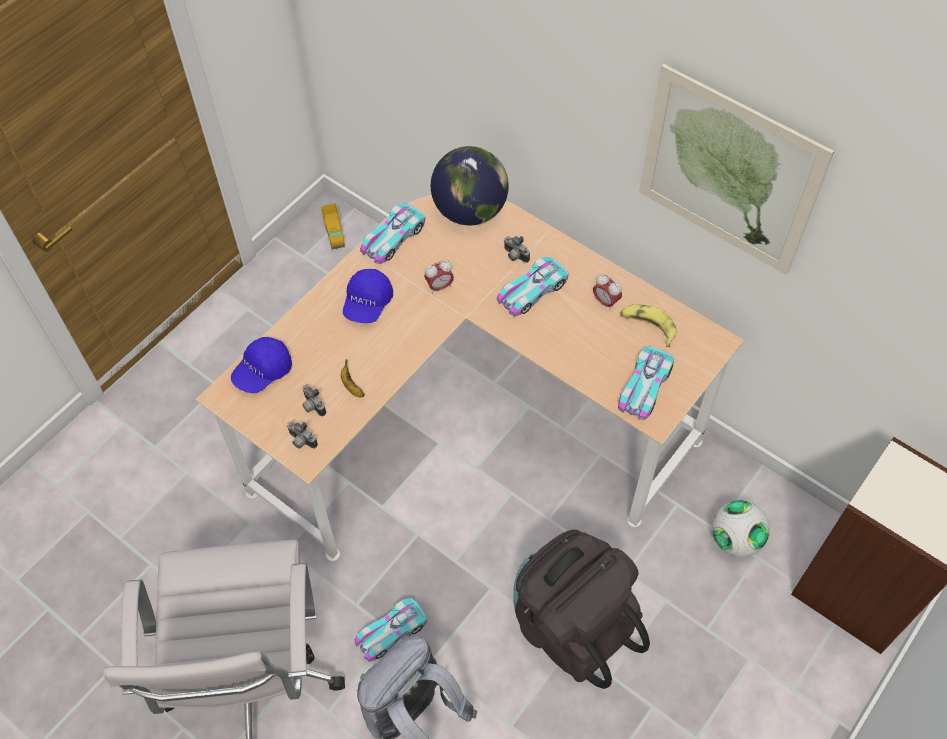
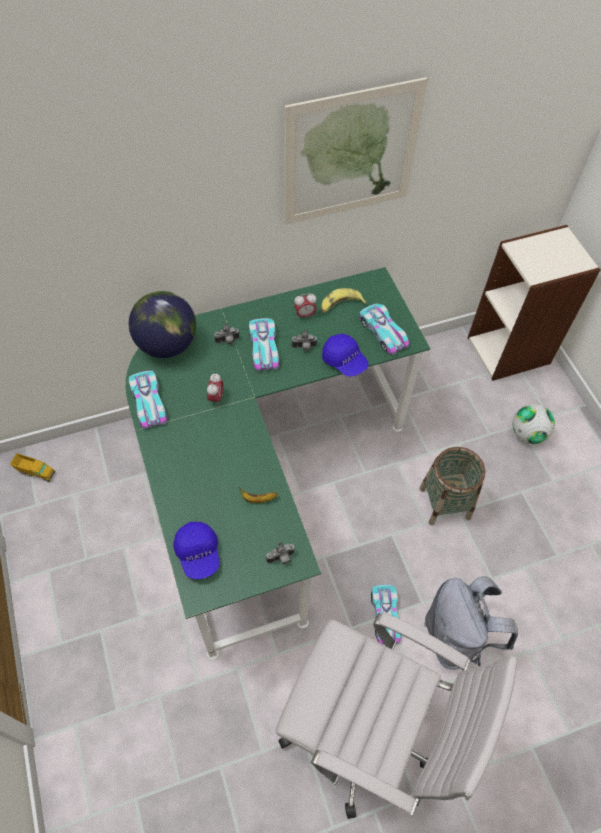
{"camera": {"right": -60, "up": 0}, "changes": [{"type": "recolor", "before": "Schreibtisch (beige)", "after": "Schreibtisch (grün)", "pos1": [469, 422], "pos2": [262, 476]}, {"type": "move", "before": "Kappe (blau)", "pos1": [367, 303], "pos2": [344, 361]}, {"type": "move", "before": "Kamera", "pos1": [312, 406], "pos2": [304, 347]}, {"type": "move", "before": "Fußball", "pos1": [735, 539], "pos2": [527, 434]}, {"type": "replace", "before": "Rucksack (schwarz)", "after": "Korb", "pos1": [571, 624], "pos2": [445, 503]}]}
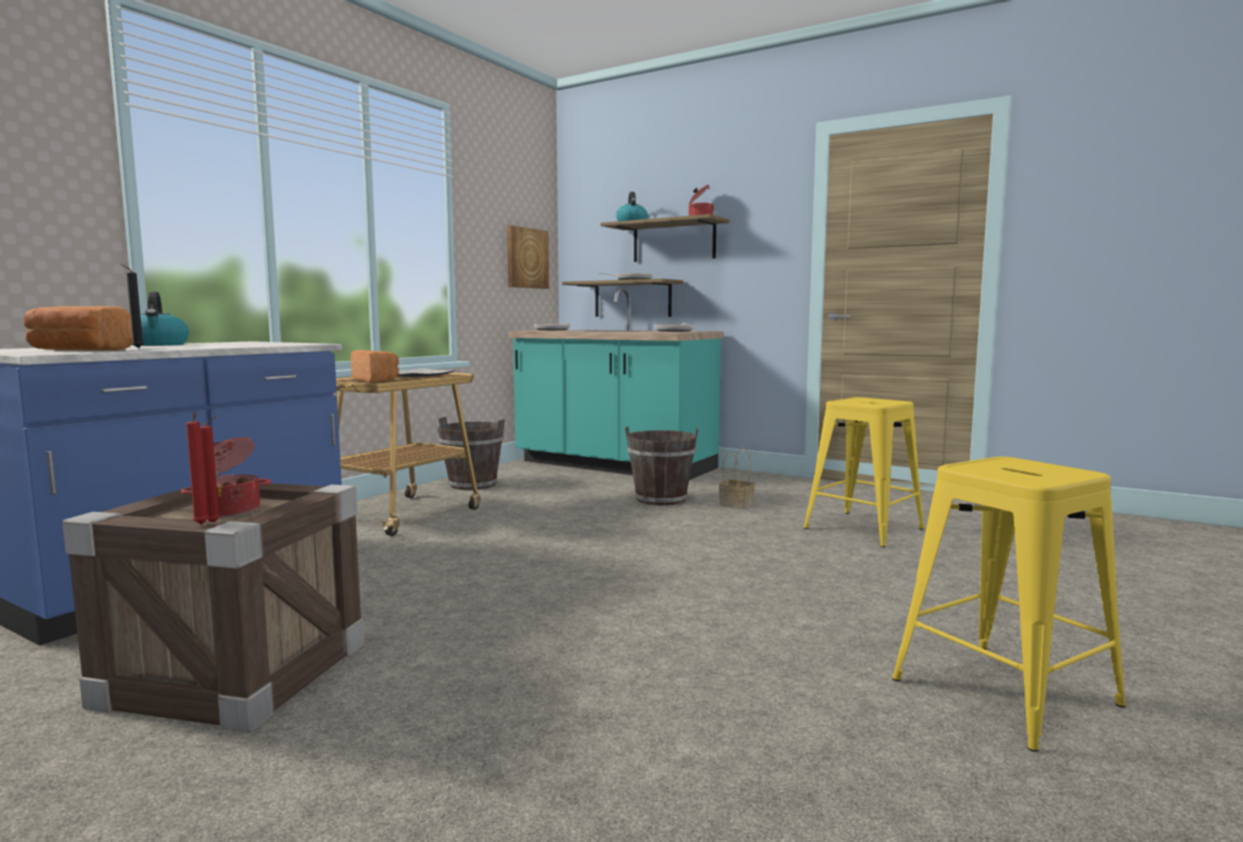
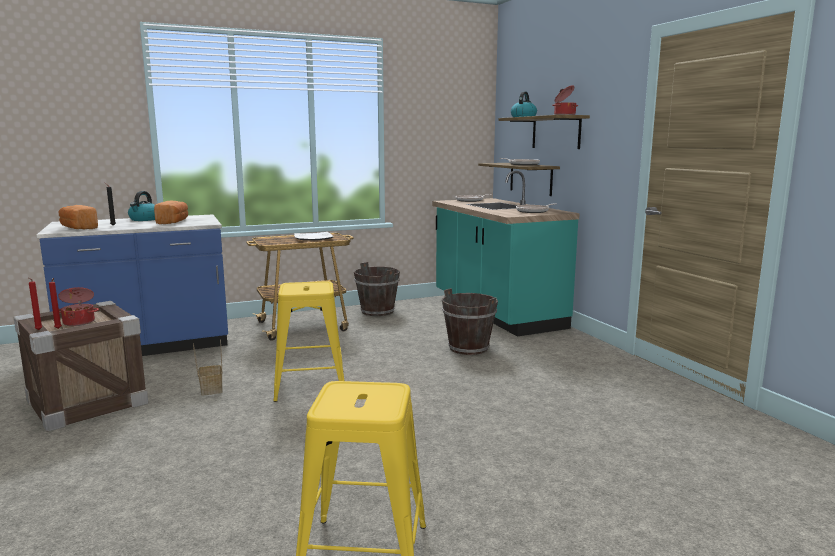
{"camera": {"right": 35, "up": 5}, "changes": [{"type": "delete", "before": "Bild", "pos1": [526, 258]}, {"type": "move", "before": "Brot", "pos1": [376, 380], "pos2": [173, 222]}, {"type": "move", "before": "Hocker (gelb)", "pos1": [862, 529], "pos2": [310, 385]}, {"type": "move", "before": "Korb", "pos1": [735, 504], "pos2": [210, 389]}]}
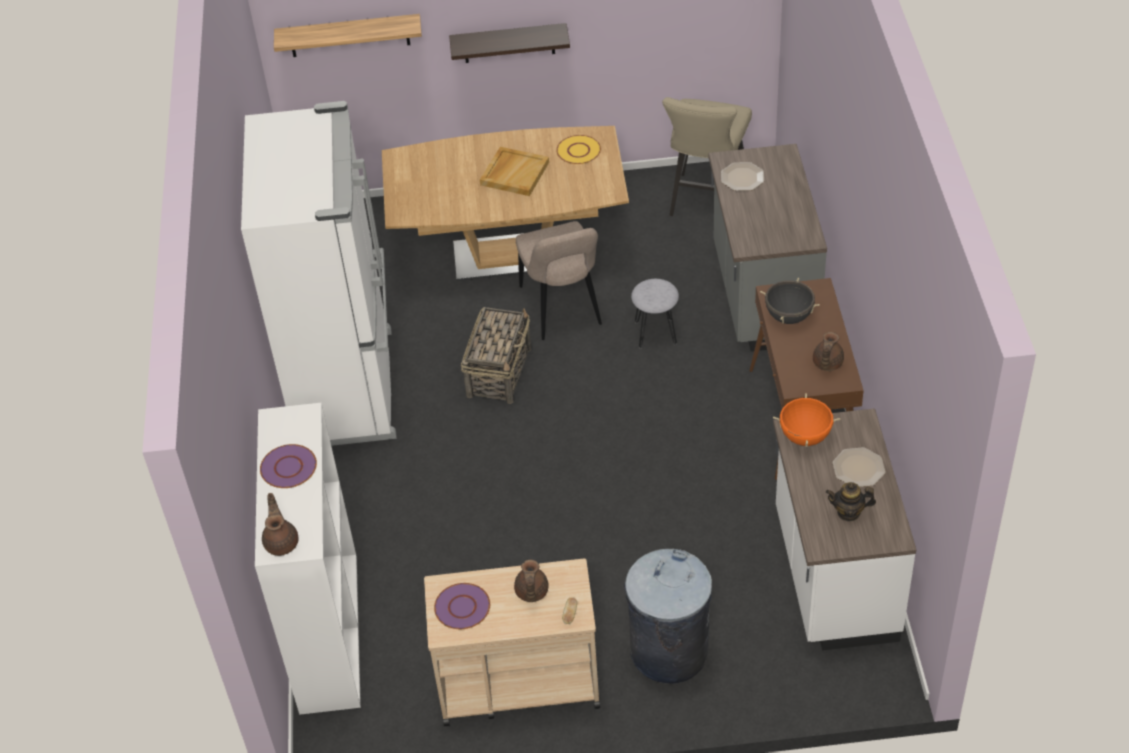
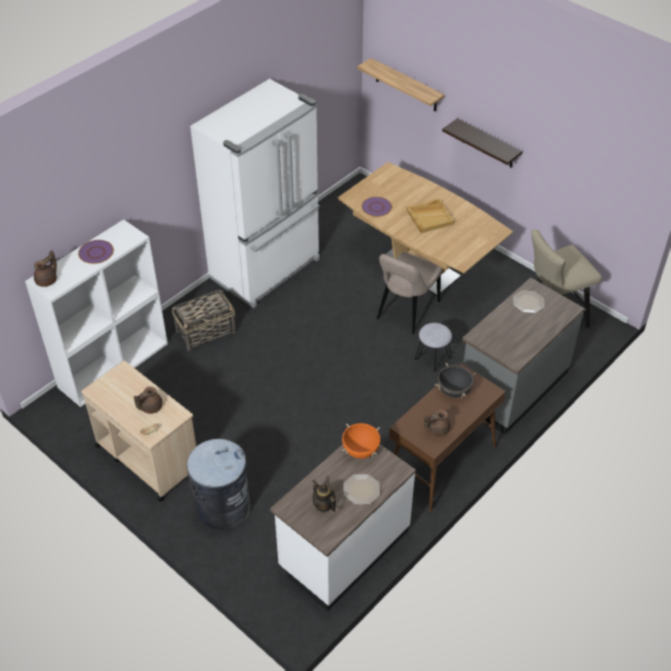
{"camera": {"right": 45, "up": 0}, "changes": [{"type": "delete", "before": "Teller (gelb)", "pos1": [579, 150]}, {"type": "move", "before": "Korb", "pos1": [499, 371], "pos2": [206, 331]}, {"type": "move", "before": "Teller (lila)", "pos1": [462, 607], "pos2": [376, 207]}]}
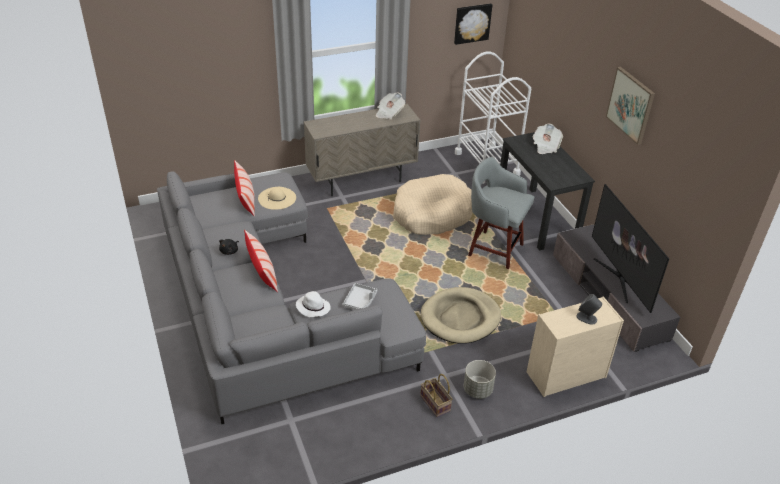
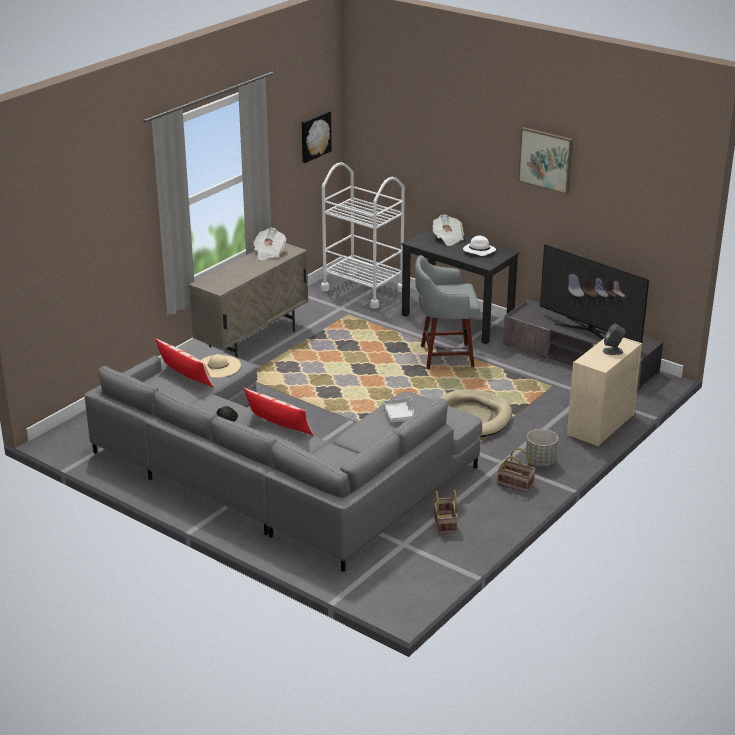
{"camera": {"right": -30, "up": -10}, "changes": [{"type": "delete", "before": "Hundebett (beige)", "pos1": [432, 214]}, {"type": "move", "before": "Hut (weiß)", "pos1": [312, 307], "pos2": [478, 251]}, {"type": "insert", "after": "Korb", "pos2": [444, 524]}]}
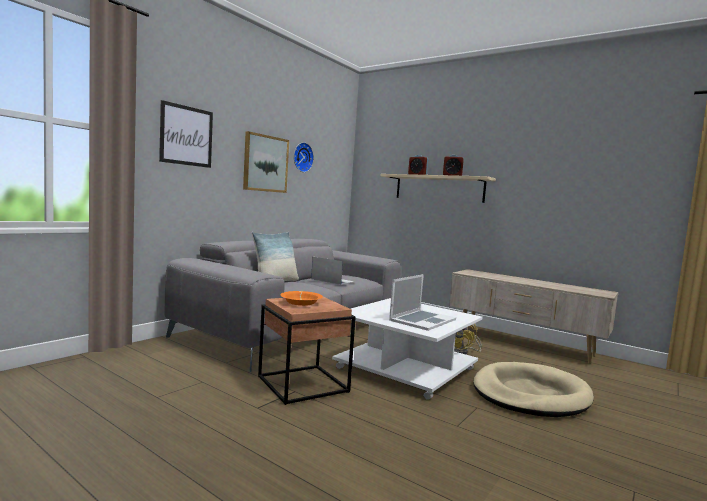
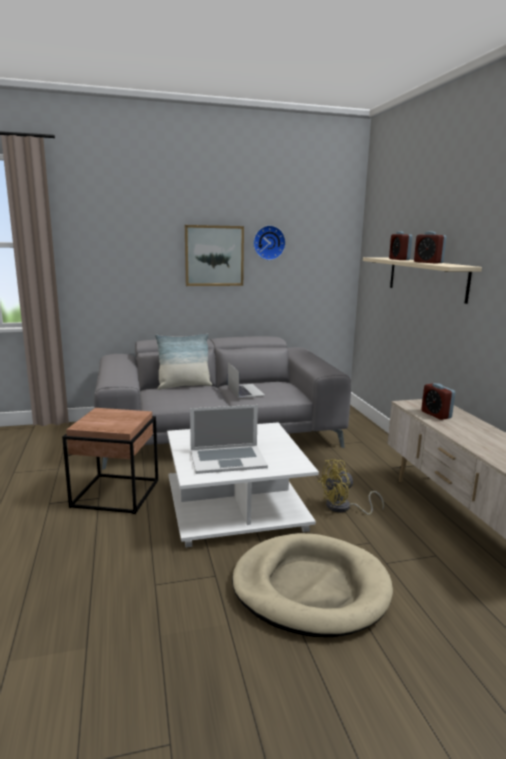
{"camera": {"right": 40, "up": 10}, "changes": [{"type": "delete", "before": "Bild", "pos1": [186, 136]}, {"type": "delete", "before": "Schüssel (orange)", "pos1": [301, 303]}, {"type": "insert", "after": "Wecker", "pos2": [436, 415]}]}
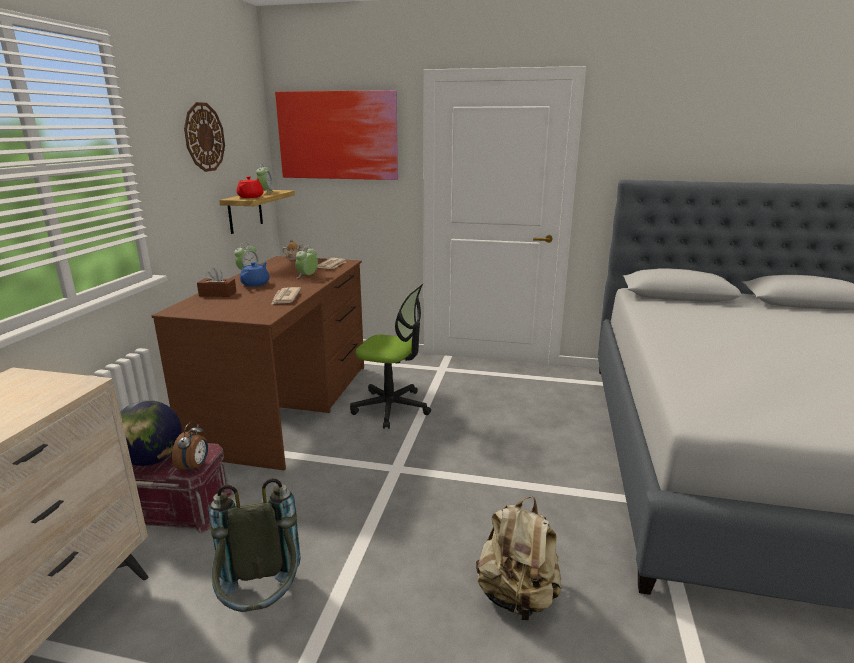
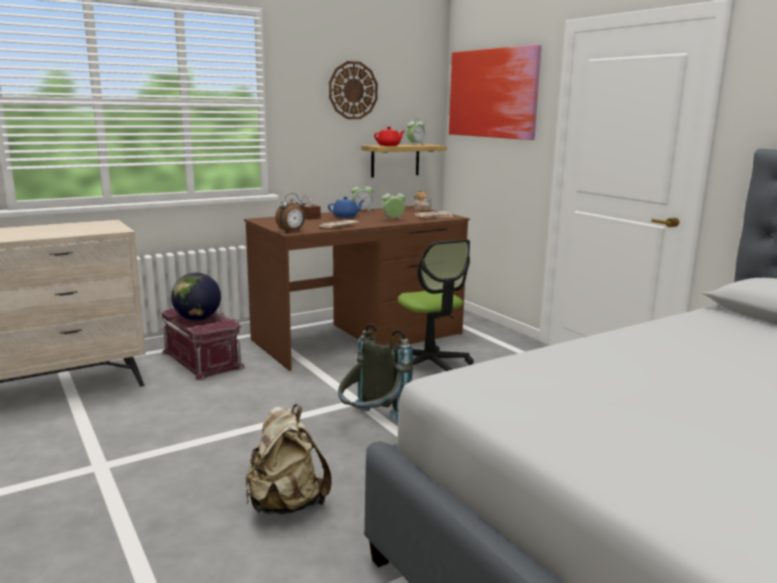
{"camera": {"right": 45, "up": -5}, "changes": [{"type": "move", "before": "Wecker", "pos1": [194, 467], "pos2": [291, 231]}, {"type": "move", "before": "Rucksack (grau)", "pos1": [261, 604], "pos2": [372, 423]}]}
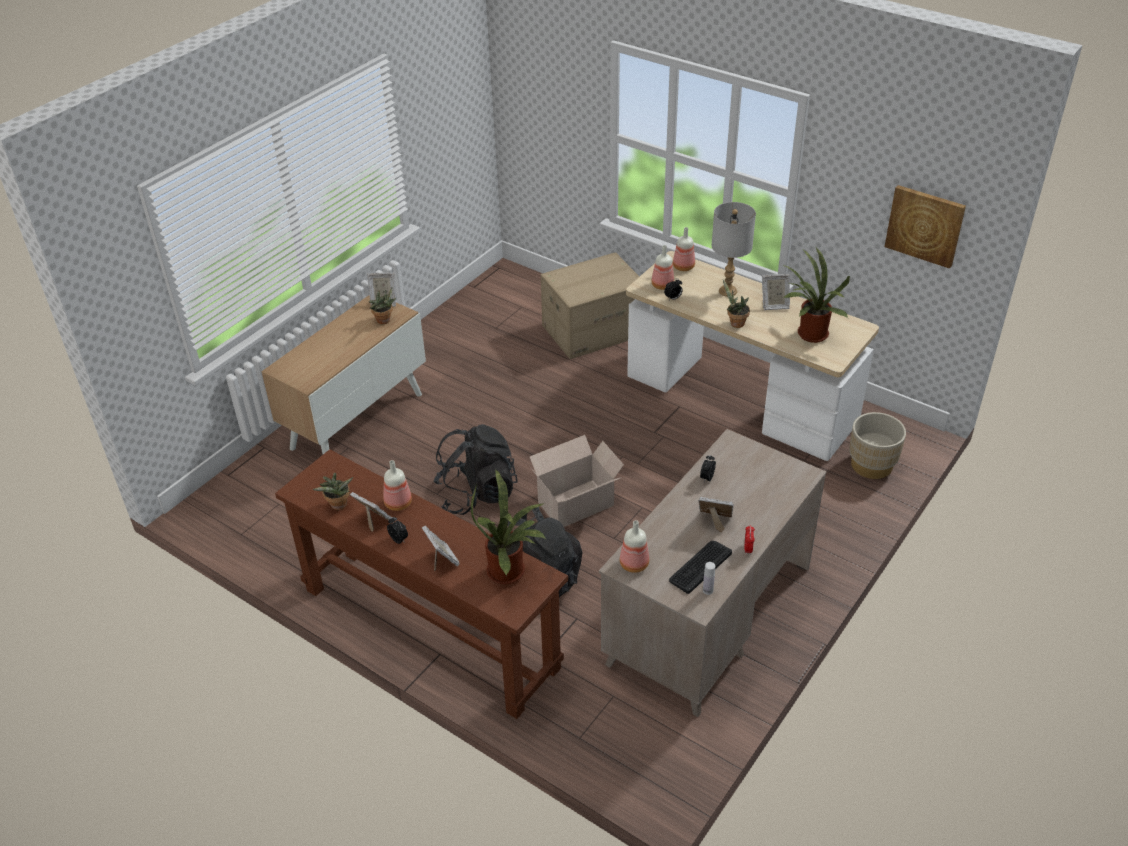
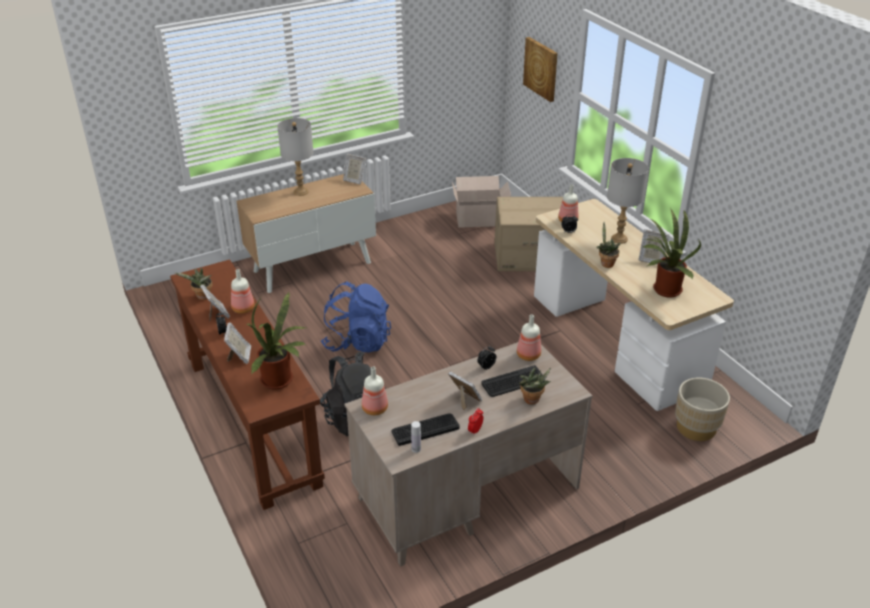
{"camera": {"right": 25, "up": -5}, "changes": [{"type": "move", "before": "Bild", "pos1": [925, 225], "pos2": [541, 68]}, {"type": "move", "before": "Flasche", "pos1": [682, 267], "pos2": [527, 355]}, {"type": "move", "before": "Topfpflanze", "pos1": [385, 321], "pos2": [532, 401]}, {"type": "recolor", "before": "Rucksack (schwarz)", "after": "Rucksack (blau)", "pos1": [477, 493], "pos2": [357, 342]}, {"type": "move", "before": "Karton", "pos1": [578, 503], "pos2": [480, 219]}, {"type": "insert", "after": "Tischlampe (grau)", "pos2": [300, 192]}, {"type": "insert", "after": "Tastatur", "pos2": [513, 382]}]}
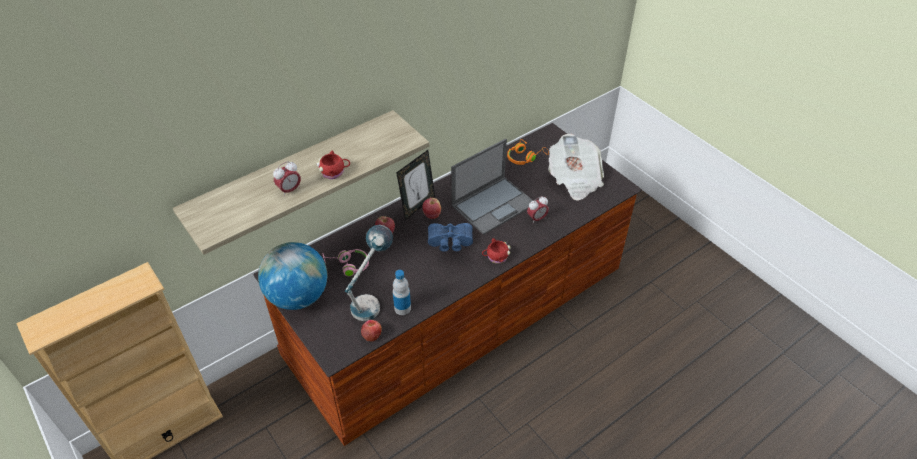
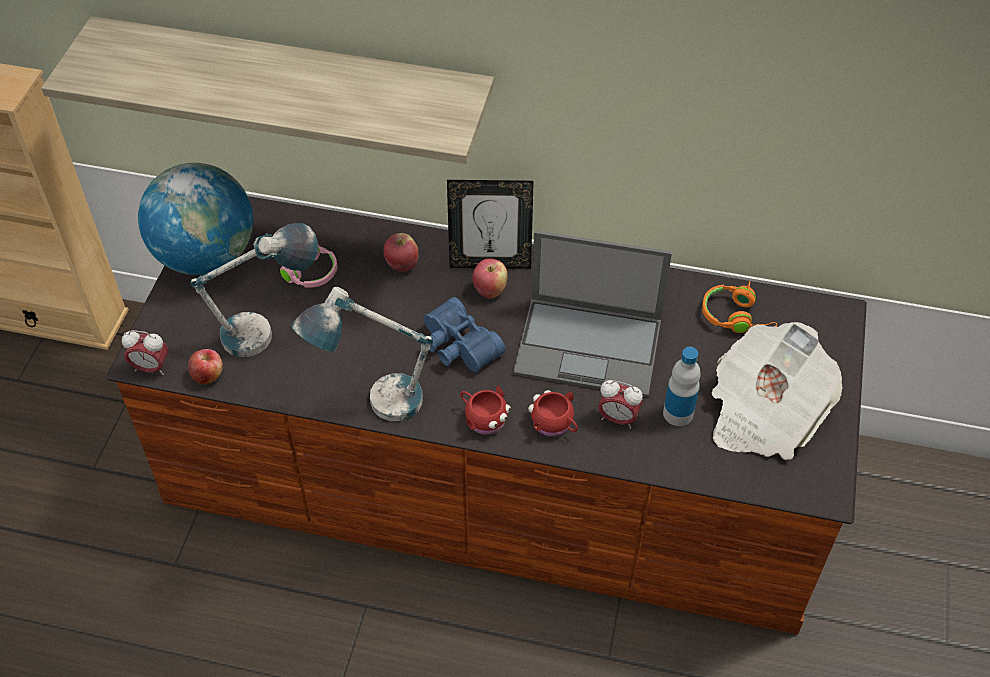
{"camera": {"right": 50, "up": 5}, "changes": [{"type": "move", "before": "Henkelbecher (rot)", "pos1": [334, 172], "pos2": [554, 424]}, {"type": "move", "before": "Wecker", "pos1": [289, 190], "pos2": [151, 368]}, {"type": "move", "before": "Flasche", "pos1": [402, 308], "pos2": [678, 413]}, {"type": "insert", "after": "Tischlampe", "pos2": [372, 403]}]}
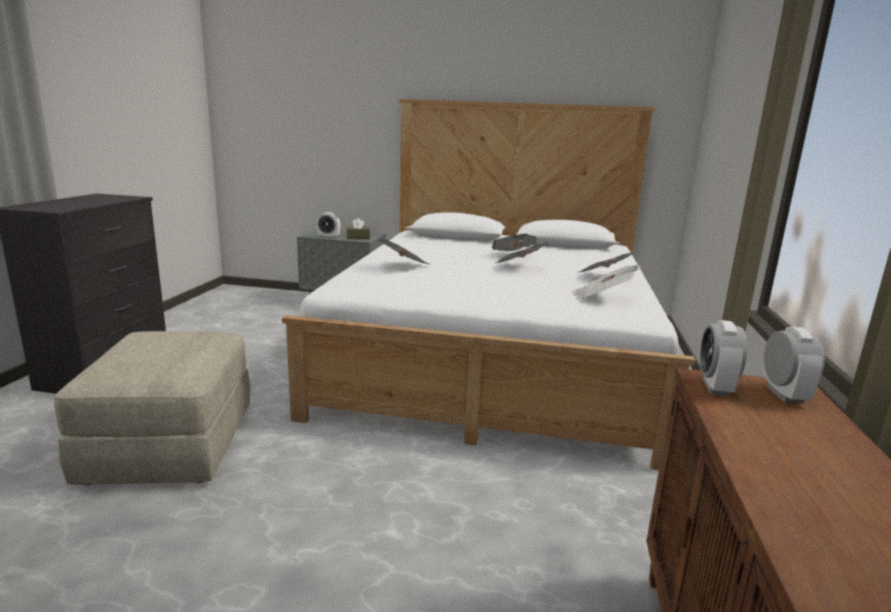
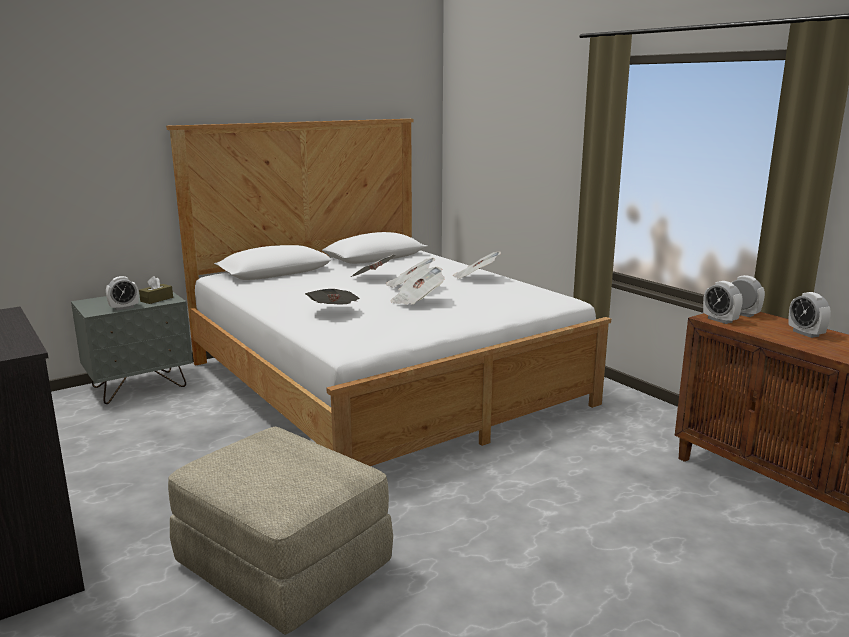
{"camera": {"right": -45, "up": 0}, "changes": [{"type": "move", "before": "Zeitung", "pos1": [602, 297], "pos2": [417, 300]}, {"type": "insert", "after": "Wecker", "pos2": [805, 333]}]}
